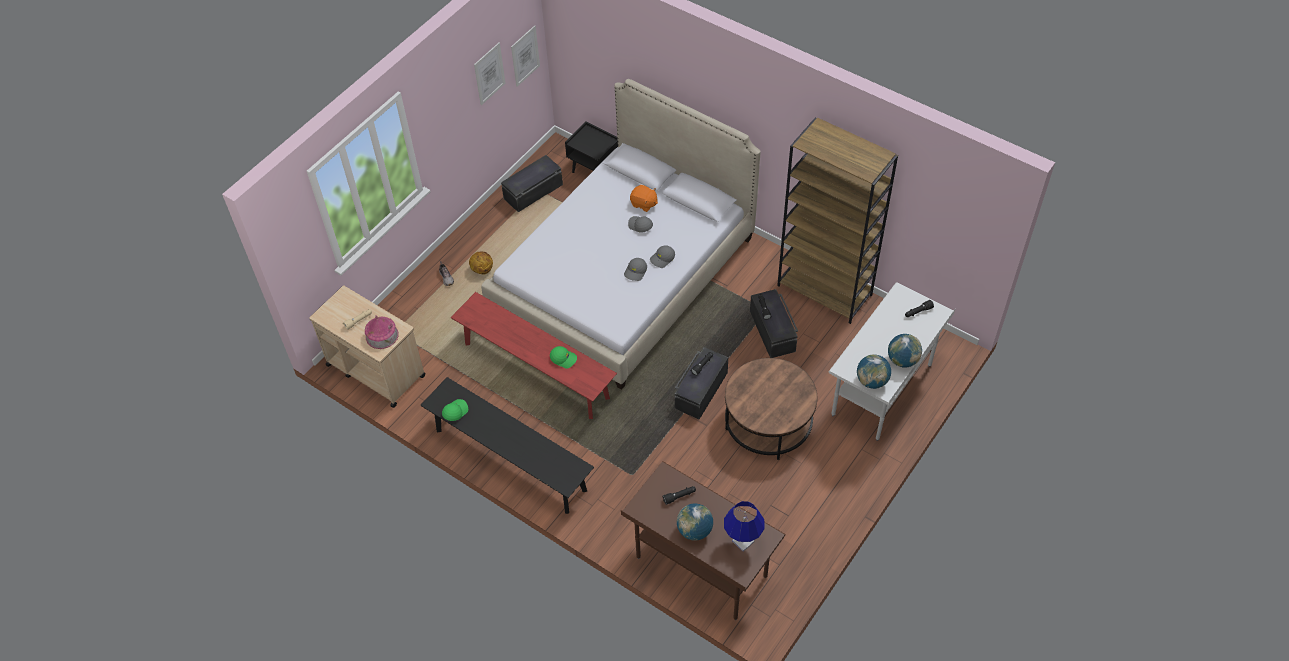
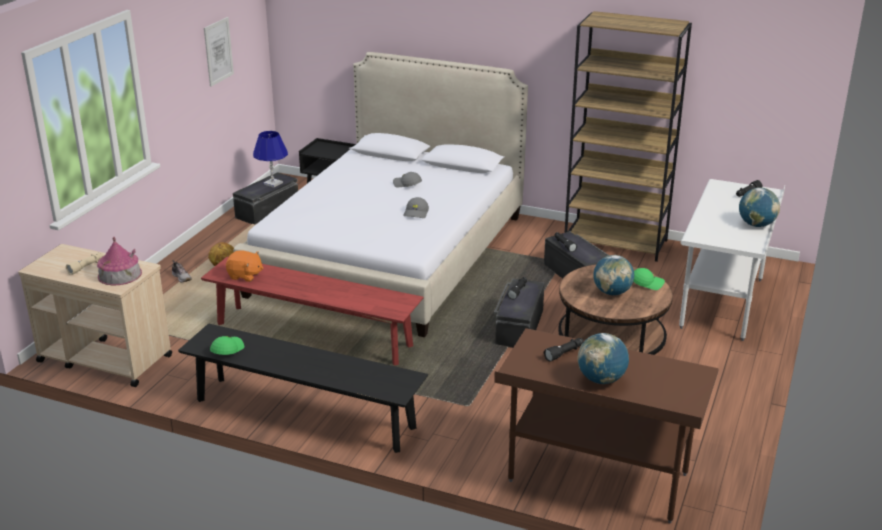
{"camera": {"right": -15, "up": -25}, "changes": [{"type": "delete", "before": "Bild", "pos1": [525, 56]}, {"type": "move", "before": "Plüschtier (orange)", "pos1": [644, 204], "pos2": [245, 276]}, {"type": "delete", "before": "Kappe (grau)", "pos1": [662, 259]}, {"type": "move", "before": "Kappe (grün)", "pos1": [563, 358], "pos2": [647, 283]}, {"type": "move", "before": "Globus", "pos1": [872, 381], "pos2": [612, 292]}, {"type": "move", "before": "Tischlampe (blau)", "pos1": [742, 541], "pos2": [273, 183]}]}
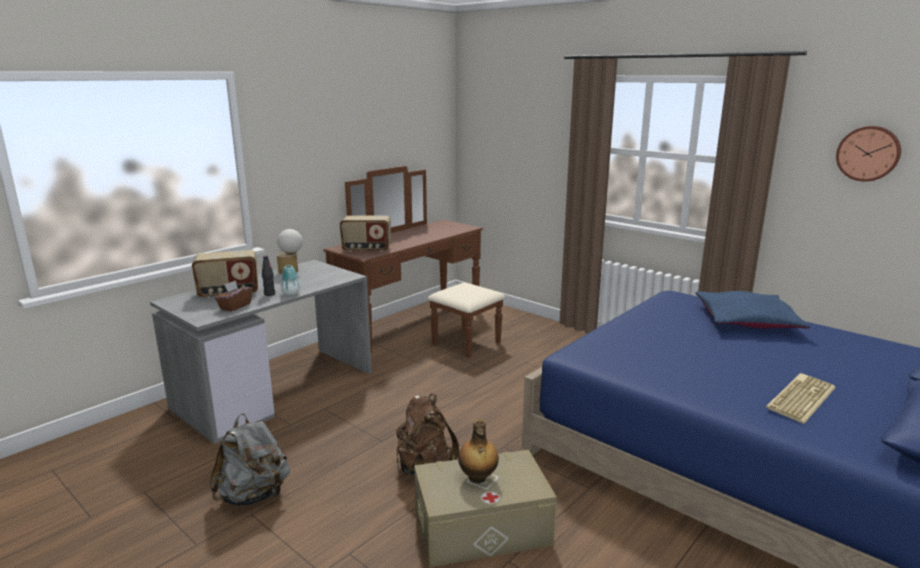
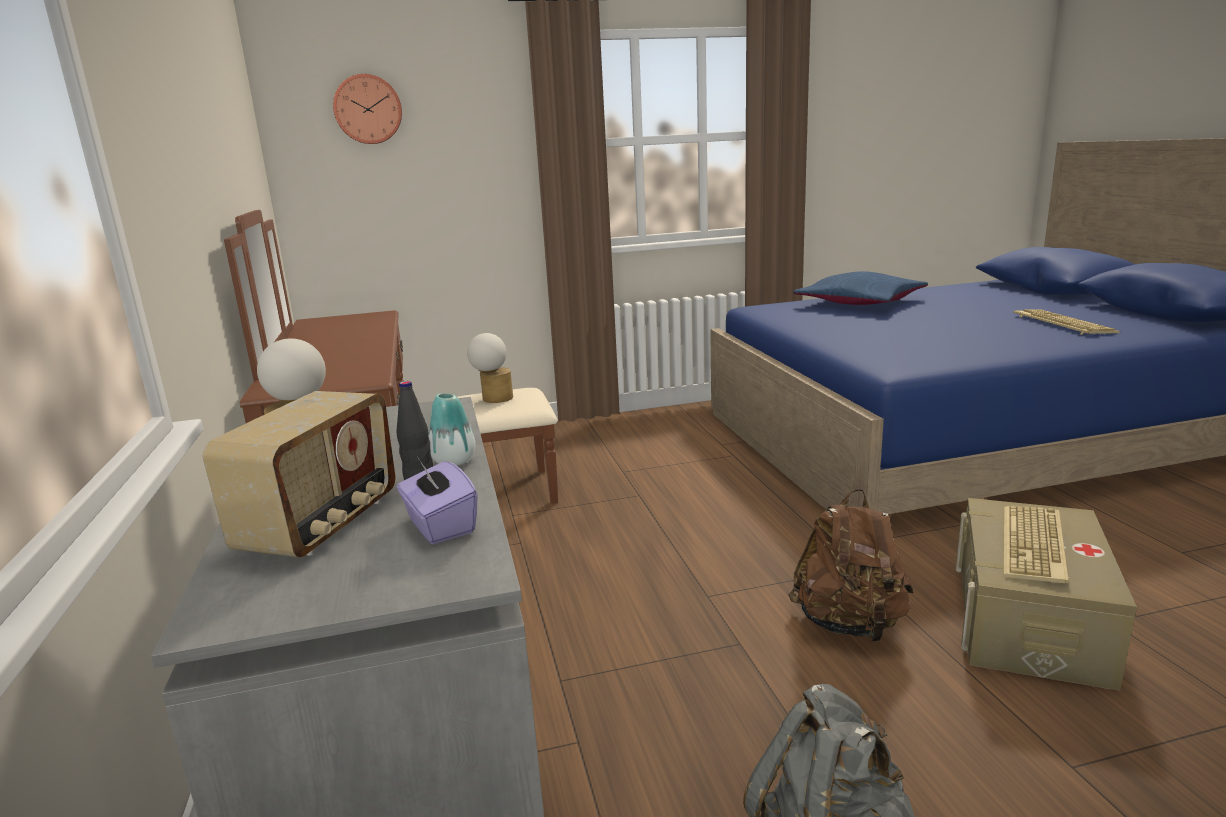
{"camera": {"right": -55, "up": 0}, "changes": [{"type": "move", "before": "Wanduhr", "pos1": [868, 153], "pos2": [368, 109]}, {"type": "delete", "before": "Radio", "pos1": [366, 249]}, {"type": "recolor", "before": "Taschentuchbox (braun)", "after": "Taschentuchbox (lila)", "pos1": [235, 306], "pos2": [440, 526]}, {"type": "replace", "before": "Flasche", "after": "Tastatur", "pos1": [477, 478], "pos2": [1035, 545]}, {"type": "insert", "after": "Tischlampe", "pos2": [493, 399]}]}
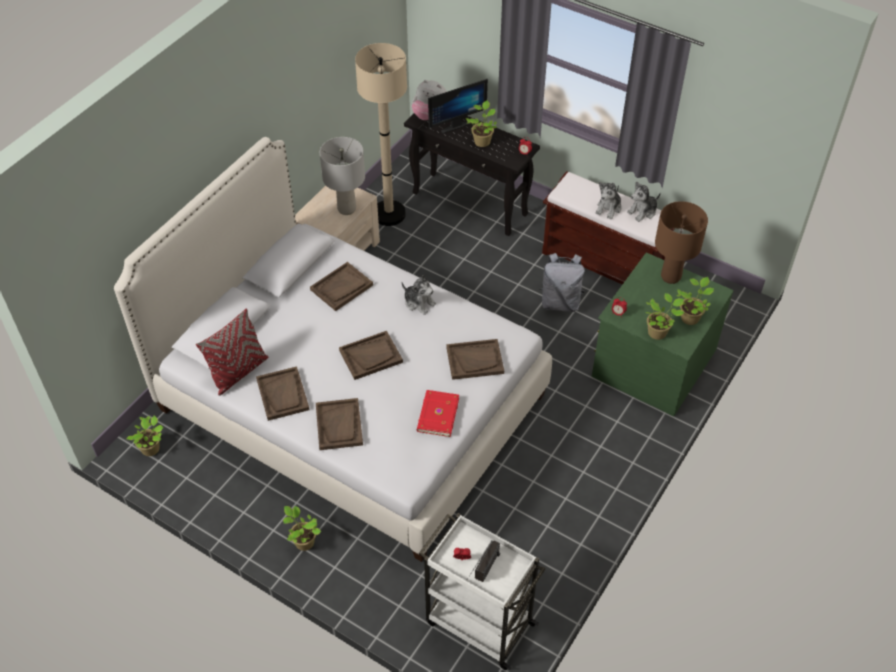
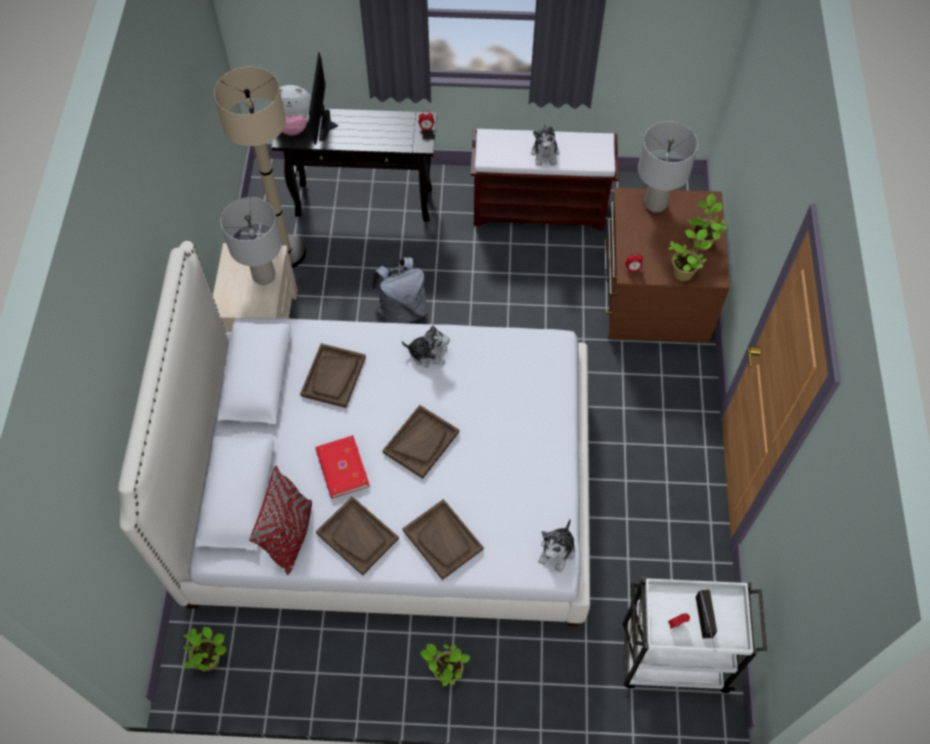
{"camera": {"right": -30, "up": 10}, "changes": [{"type": "rotate", "before": "Monitor", "pos1": [454, 124], "pos2": [329, 125], "turn": 150}, {"type": "delete", "before": "Topfpflanze", "pos1": [482, 141]}, {"type": "move", "before": "Plüschtier", "pos1": [643, 212], "pos2": [557, 551]}, {"type": "recolor", "before": "Tischlampe (braun)", "after": "Tischlampe (grau)", "pos1": [671, 277], "pos2": [656, 204]}, {"type": "recolor", "before": "Kommode (grün)", "after": "Kommode (braun)", "pos1": [652, 362], "pos2": [653, 294]}, {"type": "move", "before": "Rucksack (grau)", "pos1": [560, 302], "pos2": [402, 311]}, {"type": "delete", "before": "Tablett (braun)", "pos1": [475, 360]}, {"type": "move", "before": "Buch (rot)", "pos1": [437, 415], "pos2": [341, 469]}]}
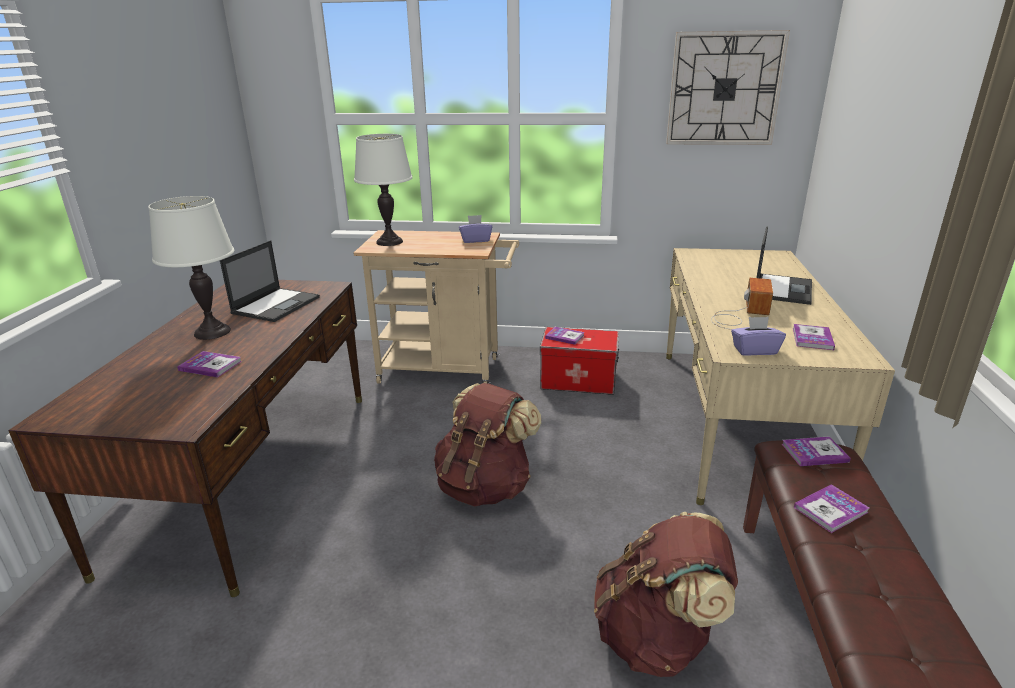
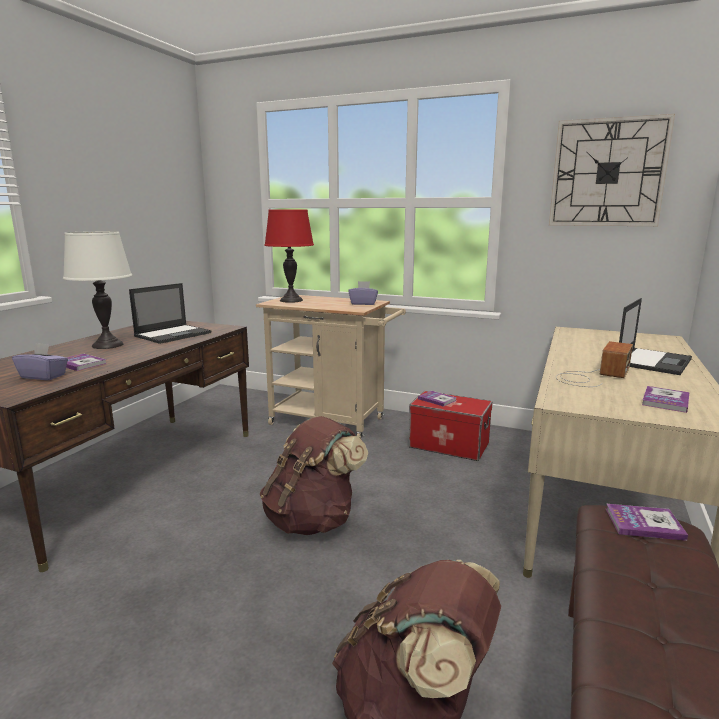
{"camera": {"right": 15, "up": -10}, "changes": [{"type": "recolor", "before": "Tischlampe (weiß)", "after": "Tischlampe (rot)", "pos1": [389, 242], "pos2": [291, 300]}, {"type": "move", "before": "Taschentuchbox (lila)", "pos1": [754, 350], "pos2": [44, 376]}, {"type": "delete", "before": "Buch", "pos1": [830, 510]}]}
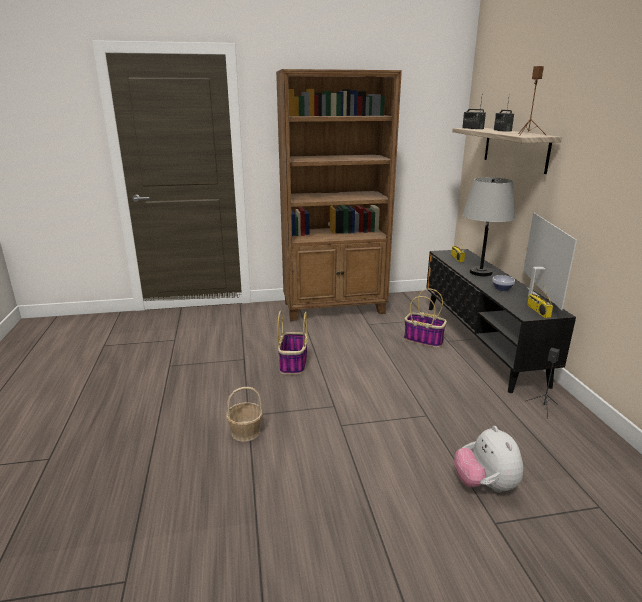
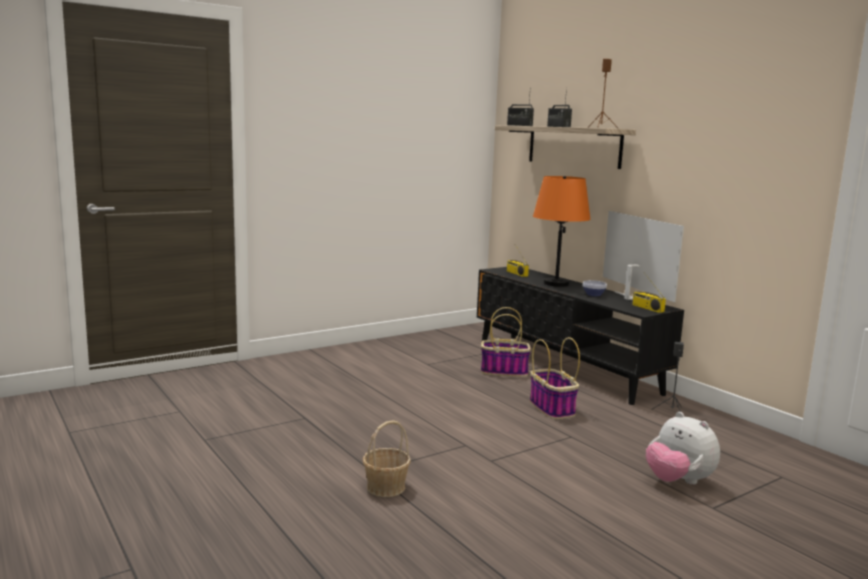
{"camera": {"right": -25, "up": -10}, "changes": [{"type": "delete", "before": "Bücherregal (braun)", "pos1": [335, 308]}, {"type": "recolor", "before": "Tischlampe (grau)", "after": "Tischlampe (orange)", "pos1": [480, 272], "pos2": [556, 283]}, {"type": "move", "before": "Korb", "pos1": [293, 364], "pos2": [552, 408]}]}
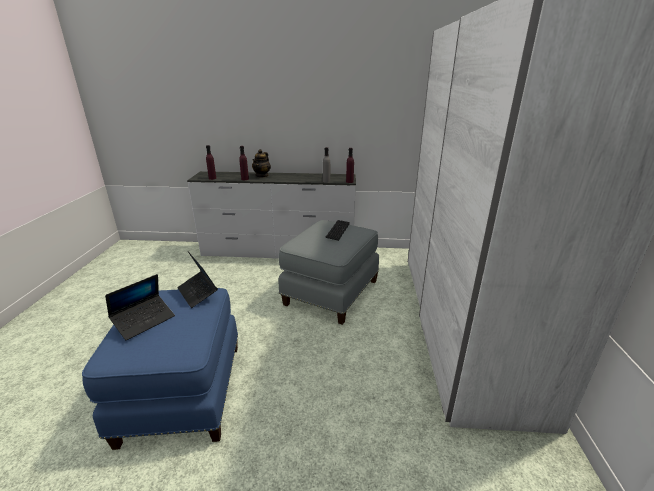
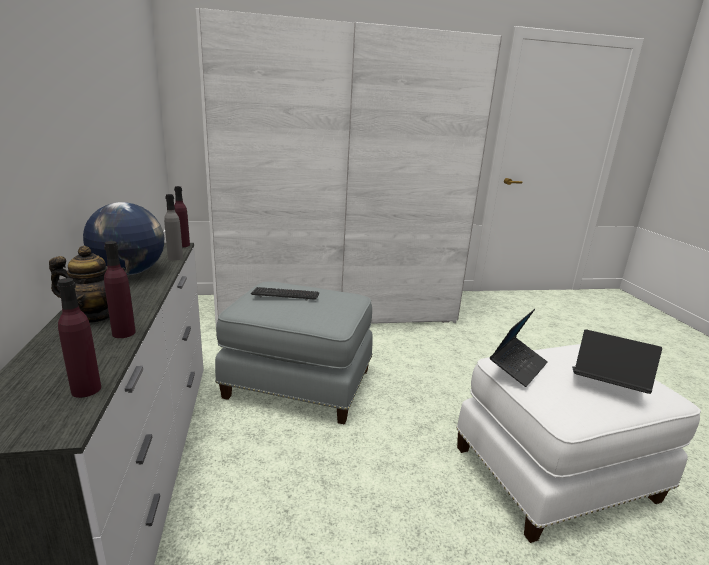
{"camera": {"right": -105, "up": -5}, "changes": [{"type": "recolor", "before": "Polsterhocker (blau)", "after": "Polsterhocker (weiß)", "pos1": [181, 391], "pos2": [555, 476]}, {"type": "insert", "after": "Globus", "pos2": [129, 272]}]}
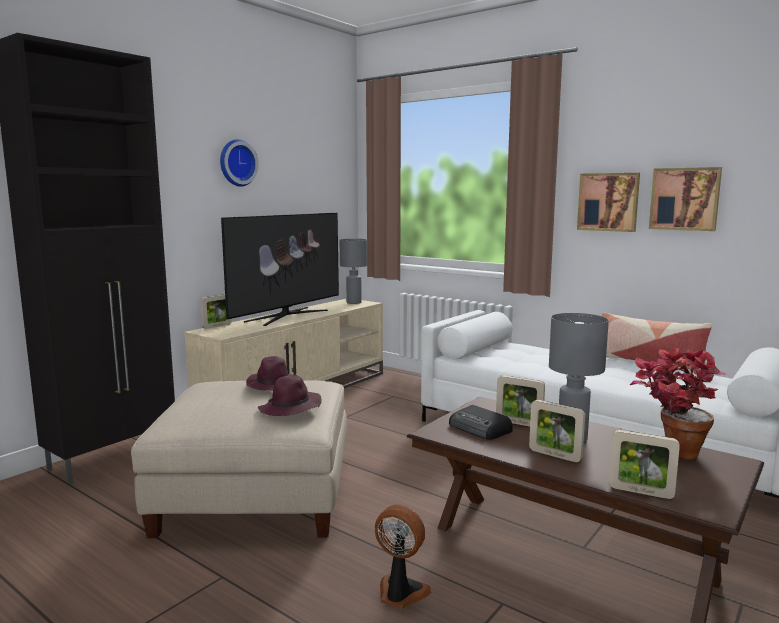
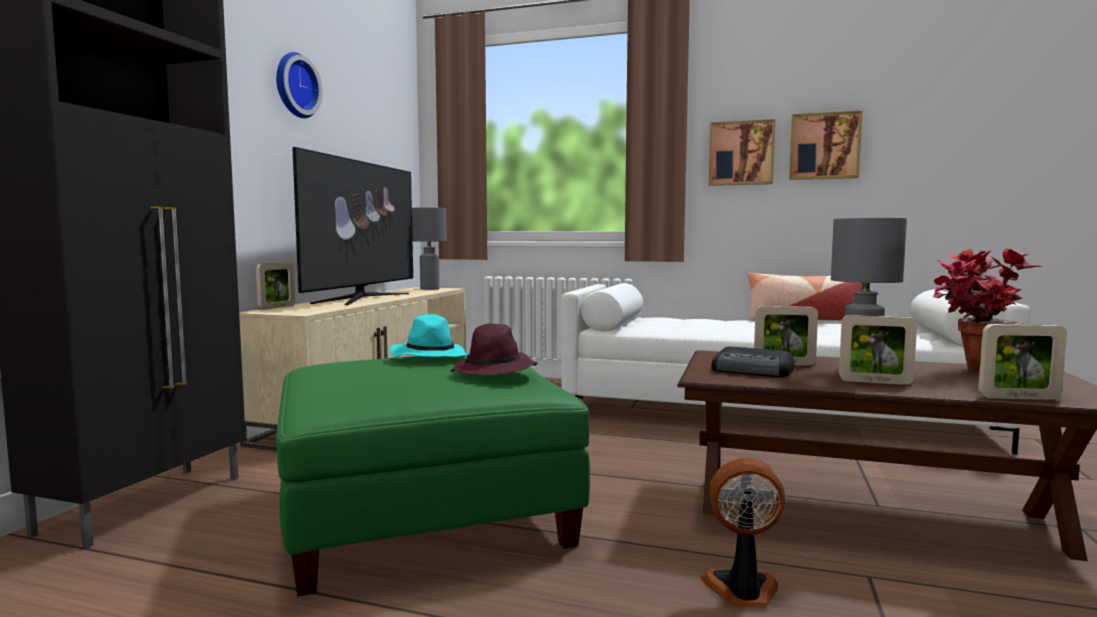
{"camera": {"right": -20, "up": -5}, "changes": [{"type": "recolor", "before": "Hut (lila)", "after": "Hut (türkis)", "pos1": [273, 385], "pos2": [429, 357]}, {"type": "recolor", "before": "Polsterhocker (beige)", "after": "Polsterhocker (grün)", "pos1": [256, 494], "pos2": [425, 514]}]}
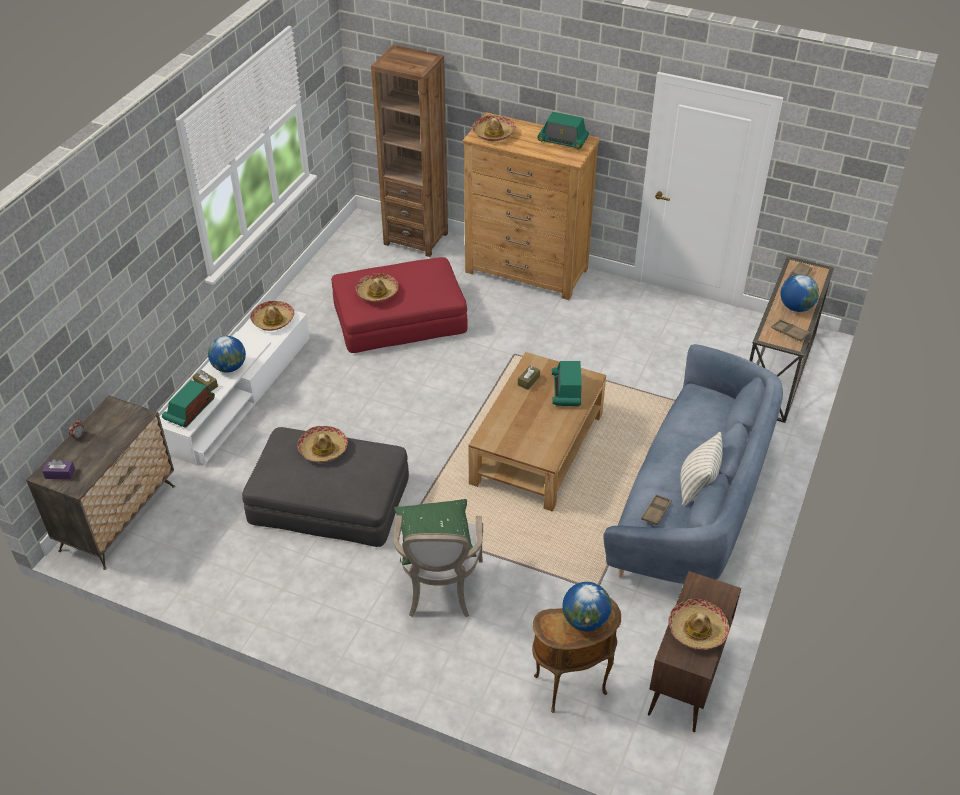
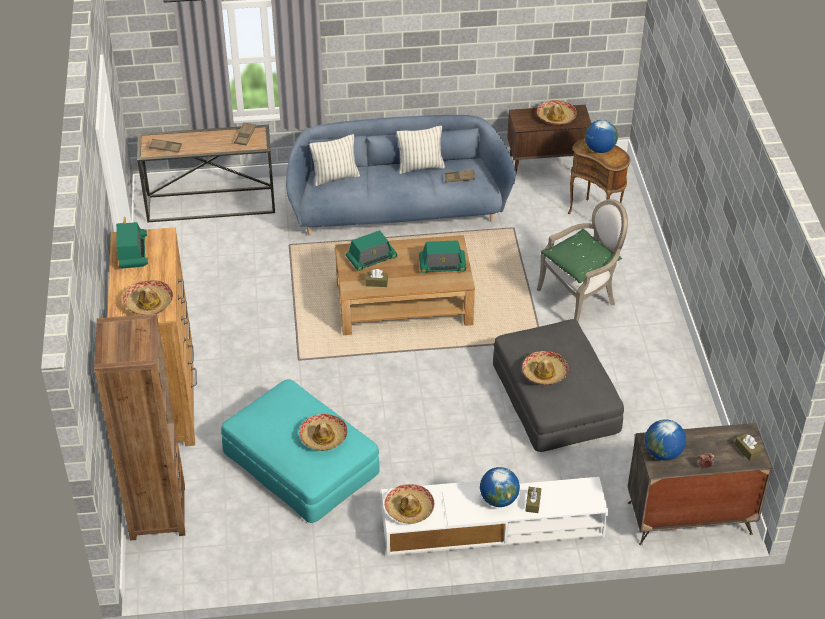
{"camera": {"right": -120, "up": 0}, "changes": [{"type": "recolor", "before": "Polsterhocker (rot)", "after": "Polsterhocker (türkis)", "pos1": [399, 317], "pos2": [300, 462]}, {"type": "move", "before": "Globus", "pos1": [796, 307], "pos2": [663, 453]}, {"type": "move", "before": "Radio", "pos1": [190, 410], "pos2": [442, 265]}, {"type": "recolor", "before": "Taschentuchbox (lila)", "after": "Taschentuchbox (braun)", "pos1": [60, 474], "pos2": [747, 450]}, {"type": "insert", "after": "Kissen", "pos2": [335, 177]}]}
